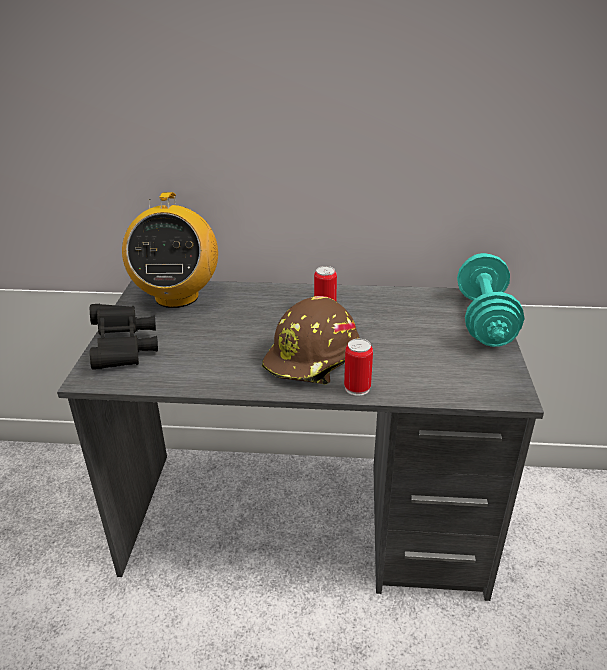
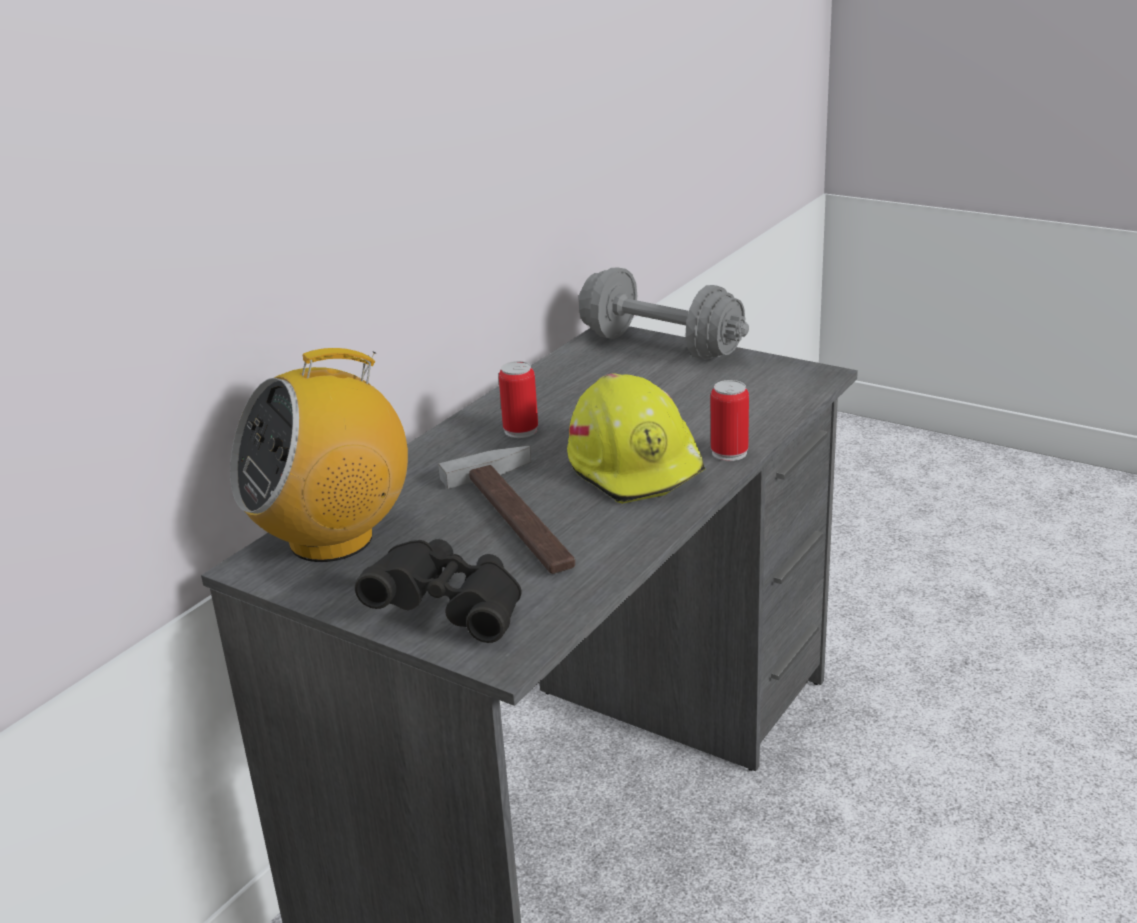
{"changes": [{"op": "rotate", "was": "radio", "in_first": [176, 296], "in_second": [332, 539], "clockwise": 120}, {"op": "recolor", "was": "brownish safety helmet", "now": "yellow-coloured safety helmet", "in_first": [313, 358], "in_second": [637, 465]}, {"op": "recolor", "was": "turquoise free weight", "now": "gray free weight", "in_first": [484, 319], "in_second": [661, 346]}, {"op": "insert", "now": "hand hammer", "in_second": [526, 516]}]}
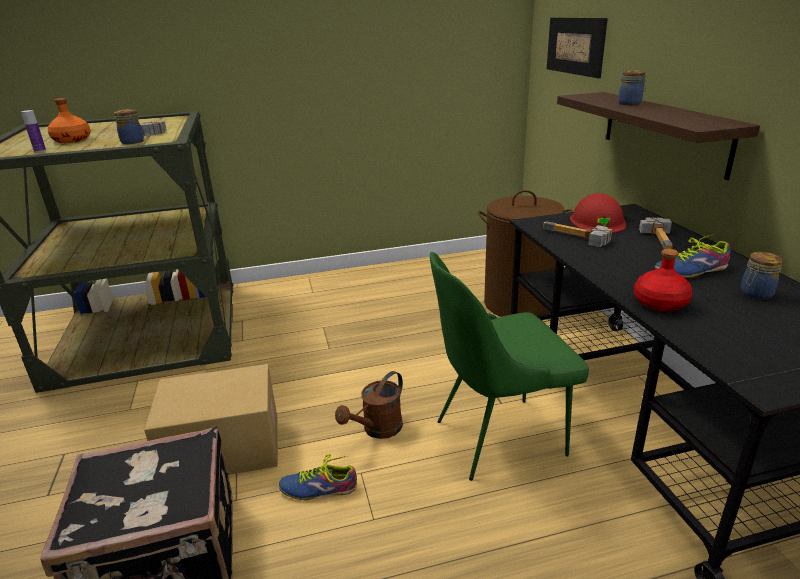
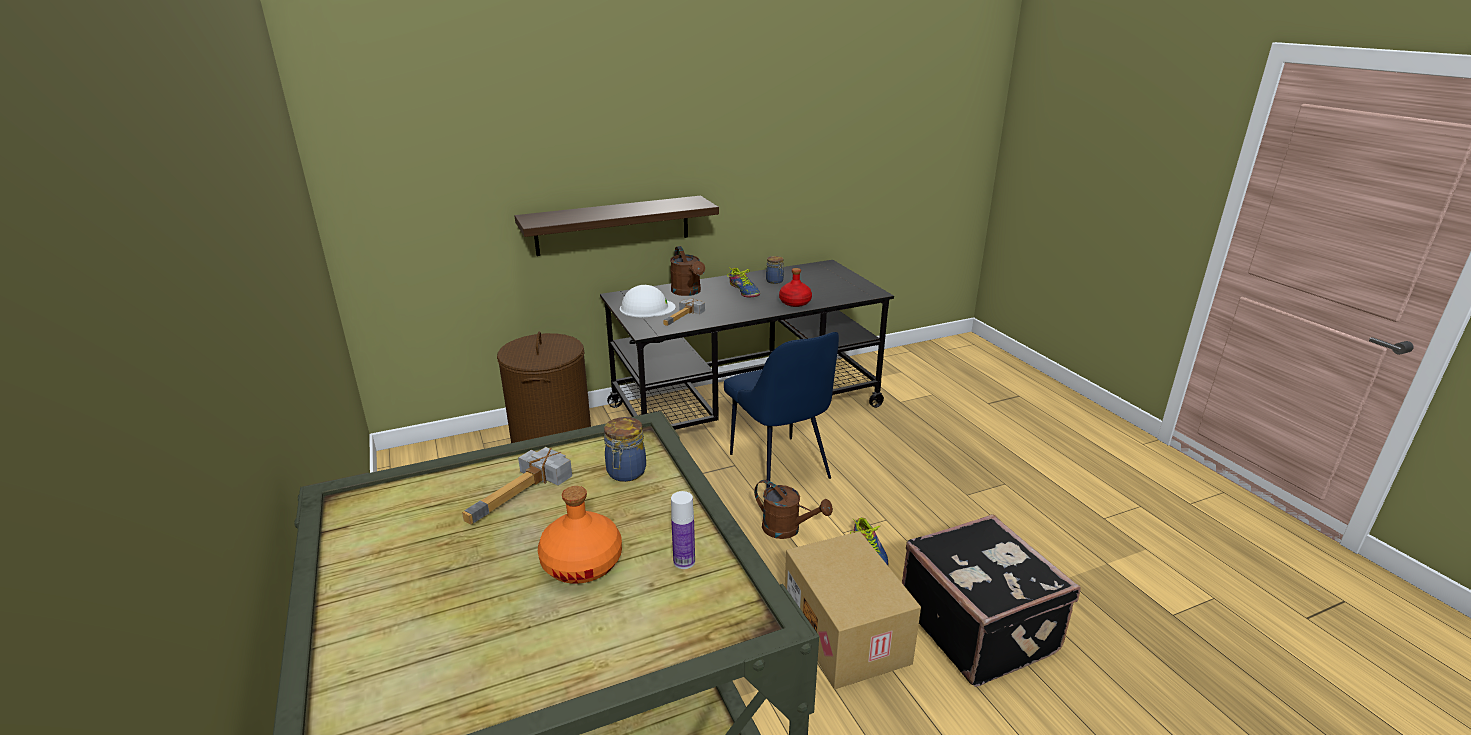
{"changes": [{"op": "recolor", "was": "greenish chair", "now": "bluish chair", "in_first": [499, 438], "in_second": [780, 466]}, {"op": "delete", "was": "wall art", "in_first": [575, 46]}, {"op": "recolor", "was": "red-coloured safety helmet", "now": "white safety helmet", "in_first": [597, 221], "in_second": [647, 308]}, {"op": "delete", "was": "preserve jar", "in_first": [630, 103]}, {"op": "replace", "was": "hand hammer", "now": "brownish sprinkling can", "in_first": [663, 239], "in_second": [688, 292]}]}
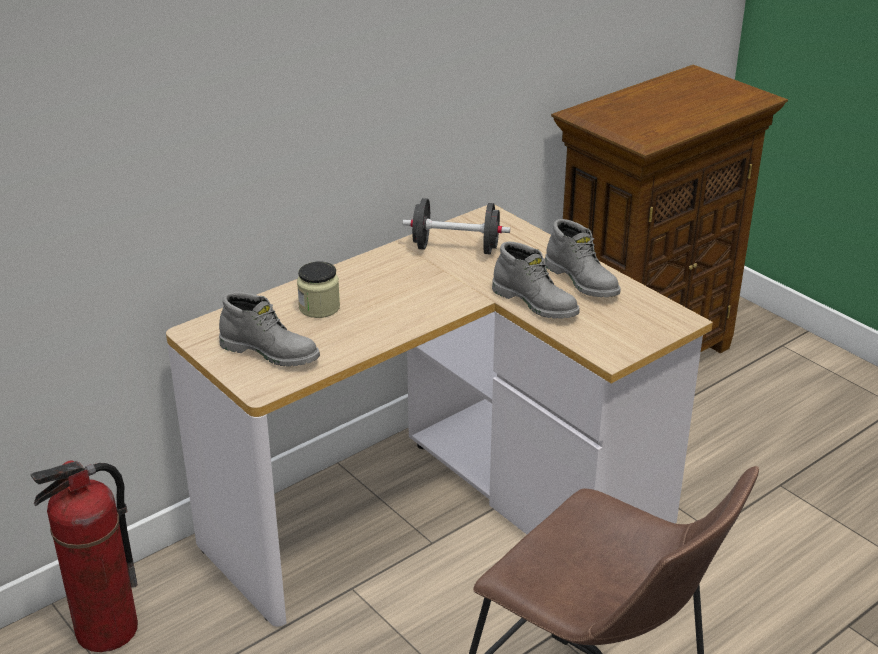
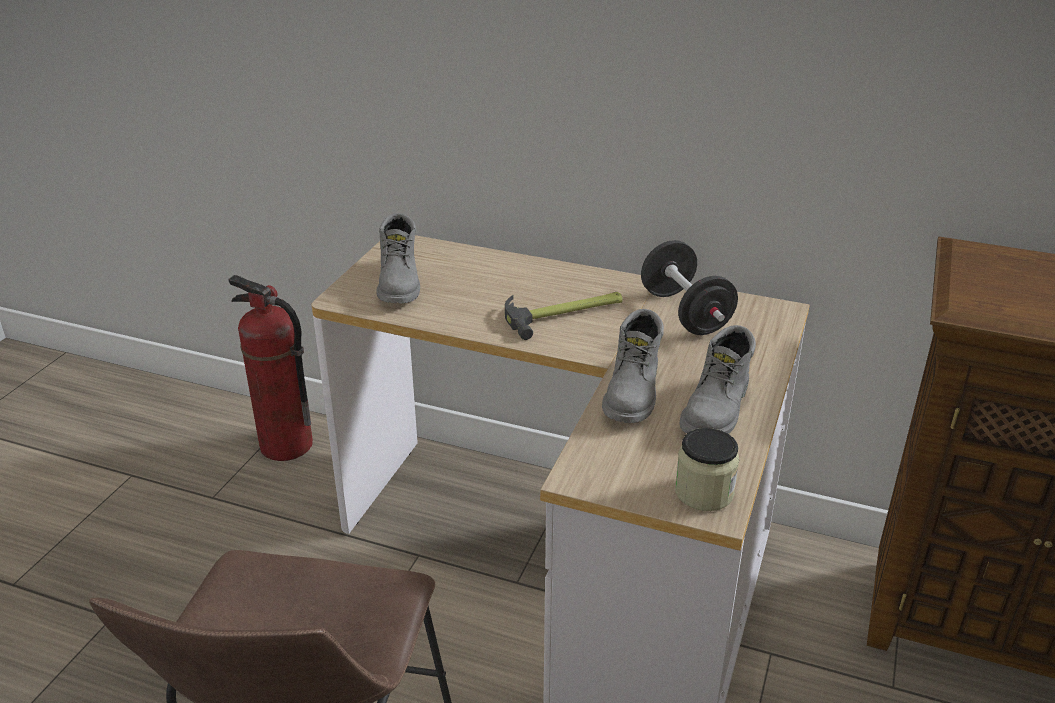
{"changes": [{"op": "move", "was": "preserve jar", "in_first": [319, 307], "in_second": [704, 492]}, {"op": "insert", "now": "hand hammer", "in_second": [565, 313]}]}
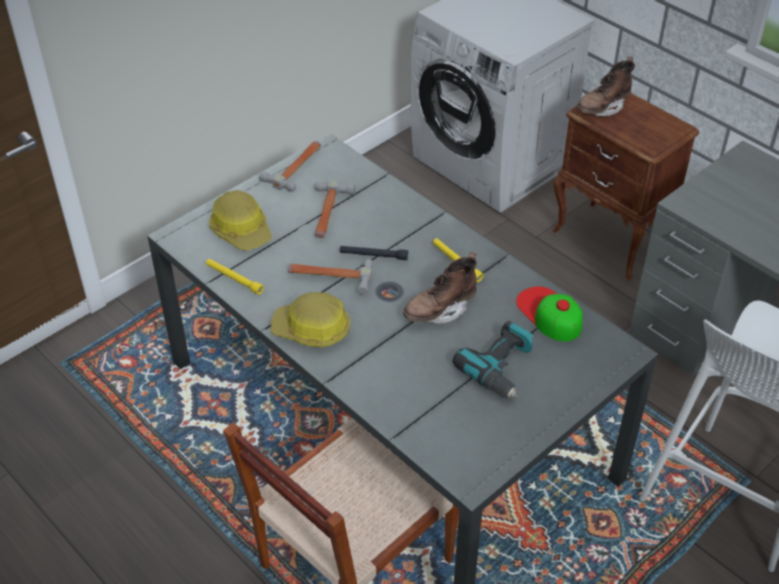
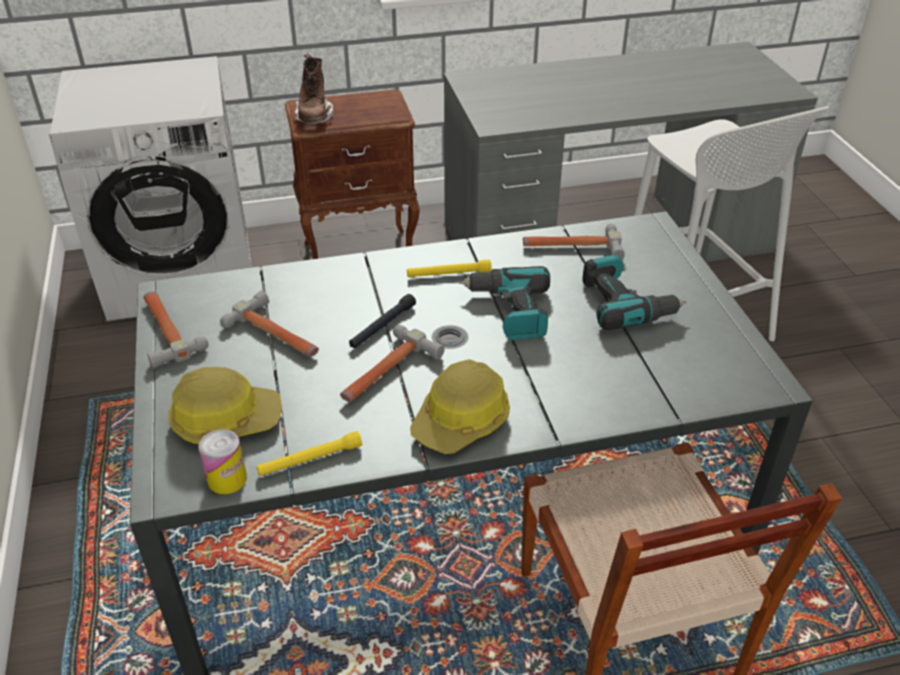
{"changes": [{"op": "replace", "was": "brownish tall boot", "now": "electric drill", "in_first": [440, 310], "in_second": [510, 311]}, {"op": "replace", "was": "peaked cap", "now": "hand hammer", "in_first": [549, 314], "in_second": [571, 247]}, {"op": "insert", "now": "sealed can", "in_second": [227, 479]}]}
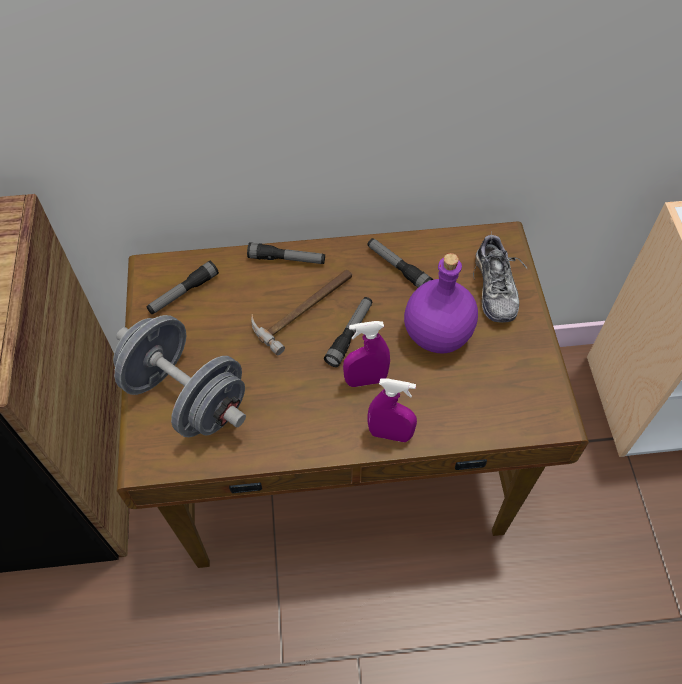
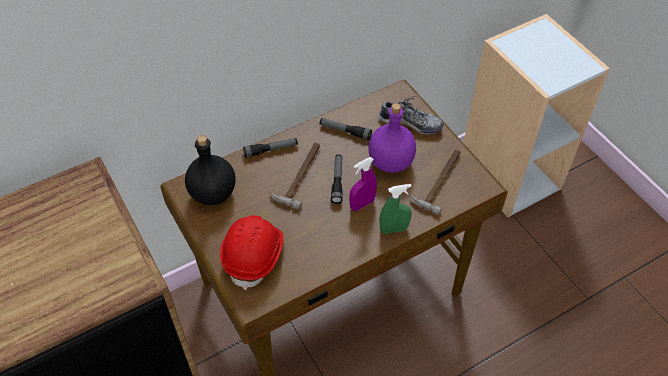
{"changes": [{"op": "replace", "was": "gray free weight", "now": "red-coloured safety helmet", "in_first": [187, 396], "in_second": [254, 255]}, {"op": "replace", "was": "torch", "now": "black drink bottle", "in_first": [183, 293], "in_second": [214, 194]}, {"op": "recolor", "was": "purple-coloured spray bottle", "now": "greenish spray bottle", "in_first": [390, 434], "in_second": [394, 229]}, {"op": "rotate", "was": "item of footwear", "in_first": [494, 288], "in_second": [410, 123], "clockwise": -45}, {"op": "insert", "now": "hand hammer", "in_second": [439, 180]}]}
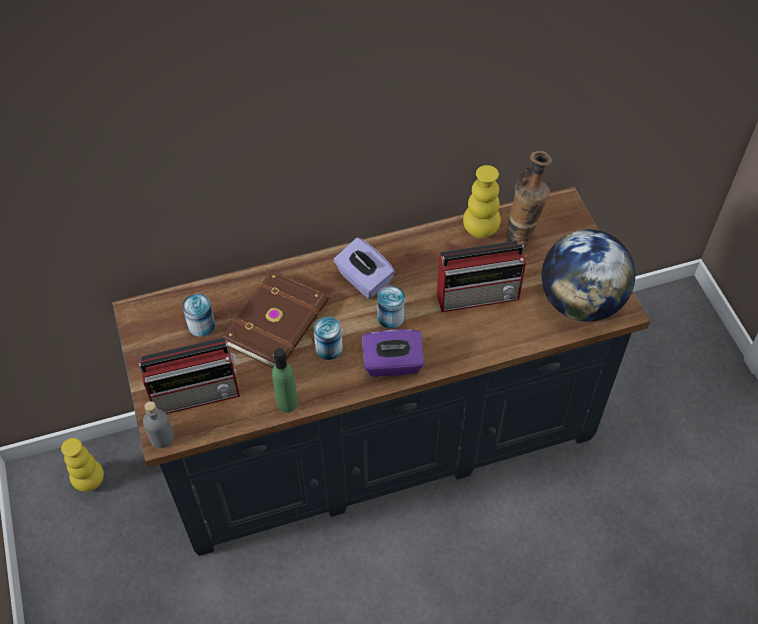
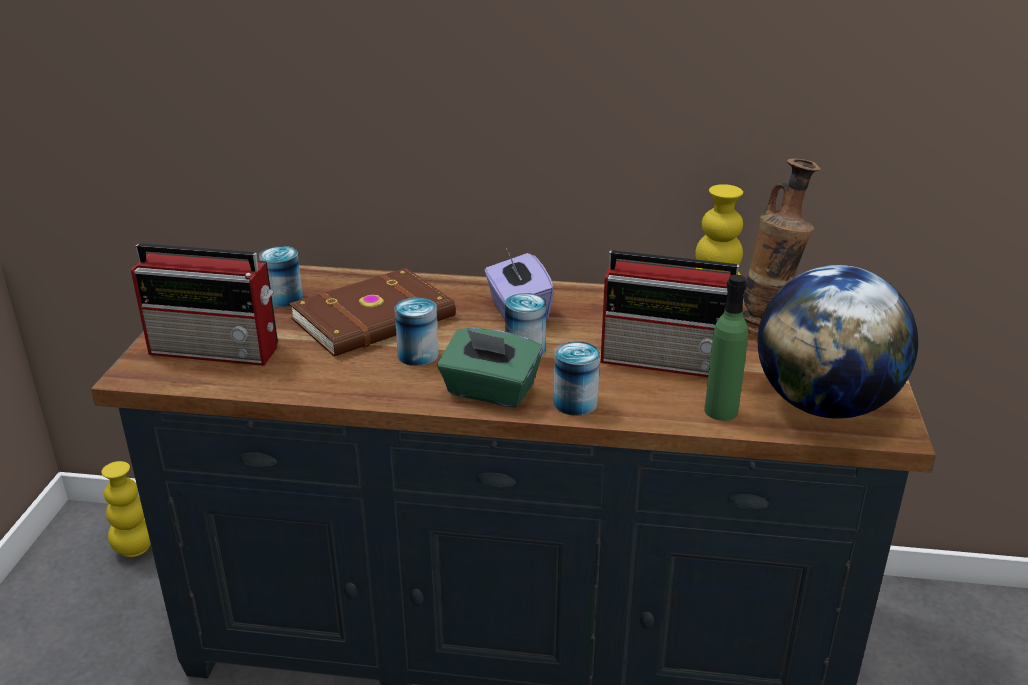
{"changes": [{"op": "delete", "was": "gray drink bottle", "in_first": [162, 437]}, {"op": "move", "was": "greenish drink bottle", "in_first": [287, 403], "in_second": [721, 411]}, {"op": "recolor", "was": "purple-coloured box of tissues", "now": "greenish box of tissues", "in_first": [392, 364], "in_second": [490, 391]}, {"op": "insert", "now": "sealed can", "in_second": [575, 403]}]}
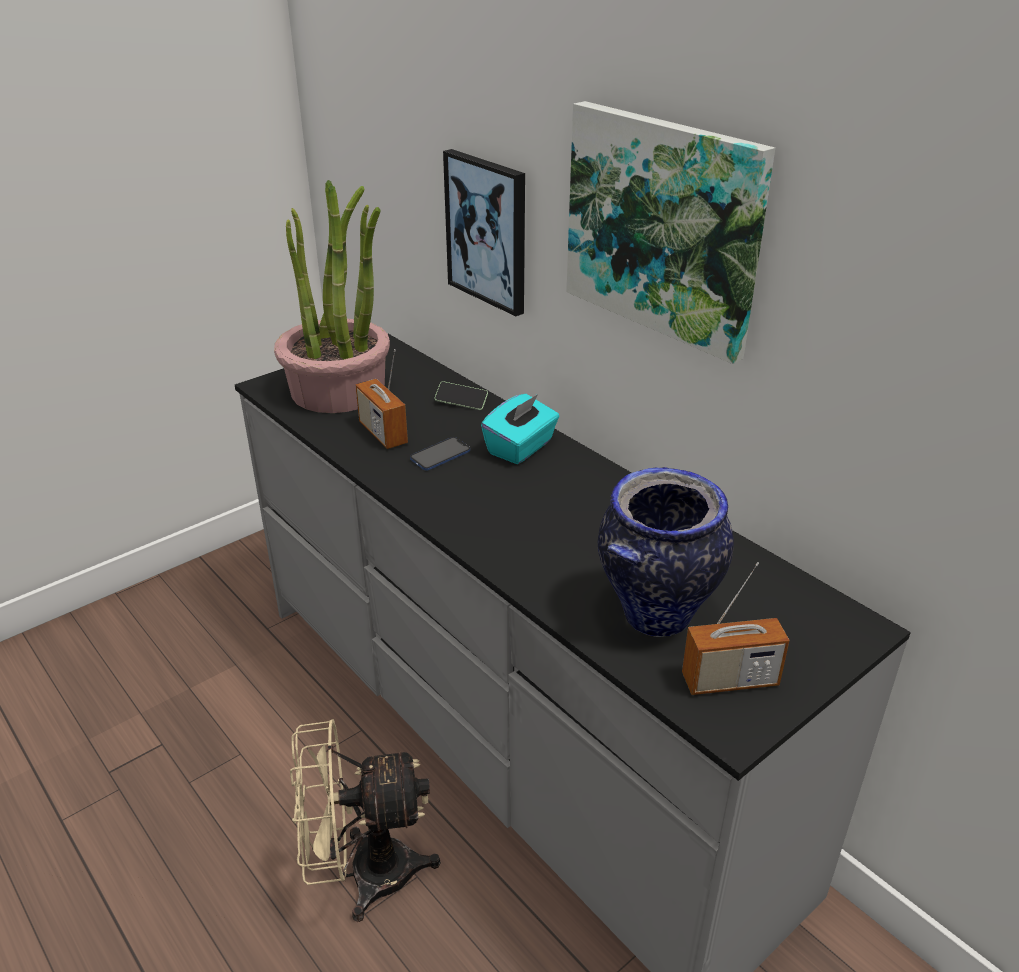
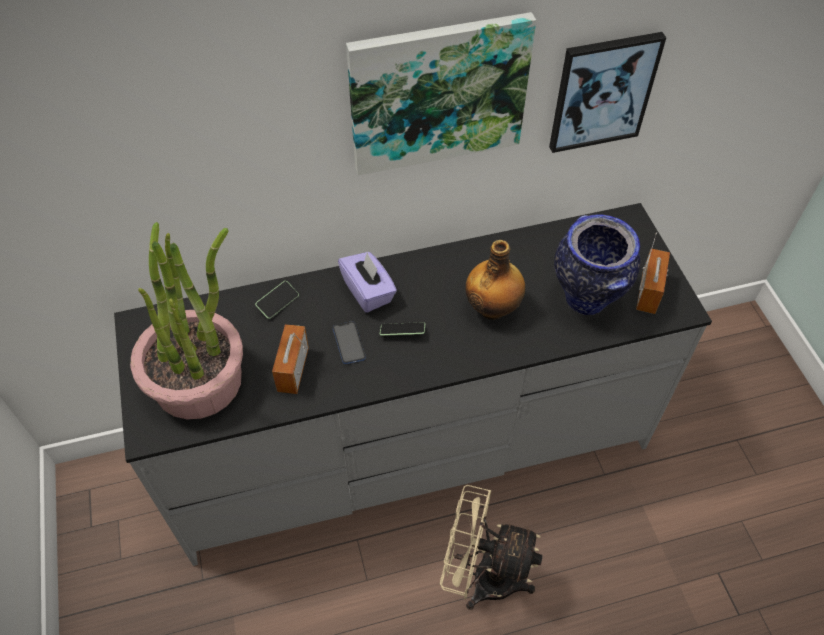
{"changes": [{"op": "rotate", "was": "beige fan", "in_first": [364, 874], "in_second": [482, 576], "clockwise": 90}, {"op": "rotate", "was": "radio", "in_first": [383, 433], "in_second": [293, 370], "clockwise": 105}, {"op": "move", "was": "wall art", "in_first": [488, 231], "in_second": [602, 92]}, {"op": "recolor", "was": "turquoise box of tissues", "now": "purple-coloured box of tissues", "in_first": [521, 448], "in_second": [368, 292]}, {"op": "insert", "now": "phone", "in_second": [402, 332]}, {"op": "insert", "now": "drink bottle", "in_second": [493, 308]}]}
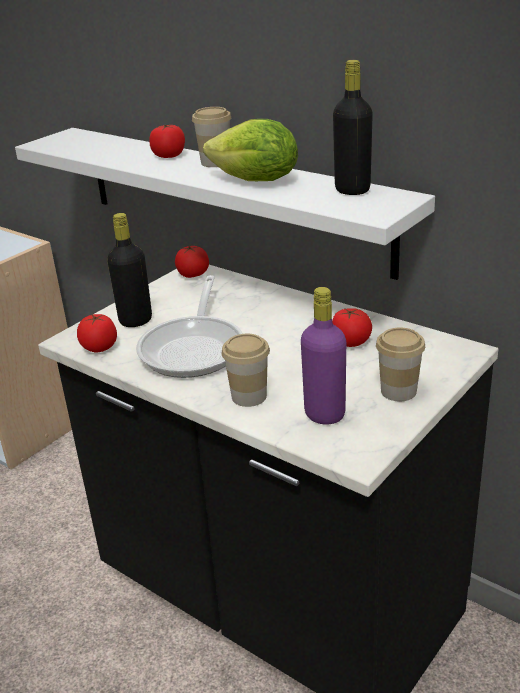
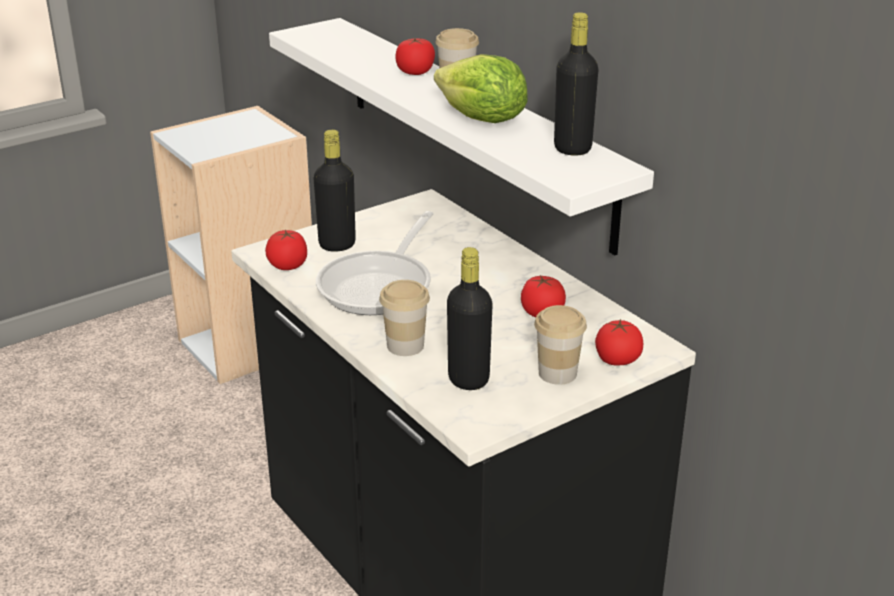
{"changes": [{"op": "move", "was": "whole tomato", "in_first": [193, 274], "in_second": [617, 360]}, {"op": "recolor", "was": "purple-coloured drink bottle", "now": "black drink bottle", "in_first": [324, 414], "in_second": [468, 379]}]}
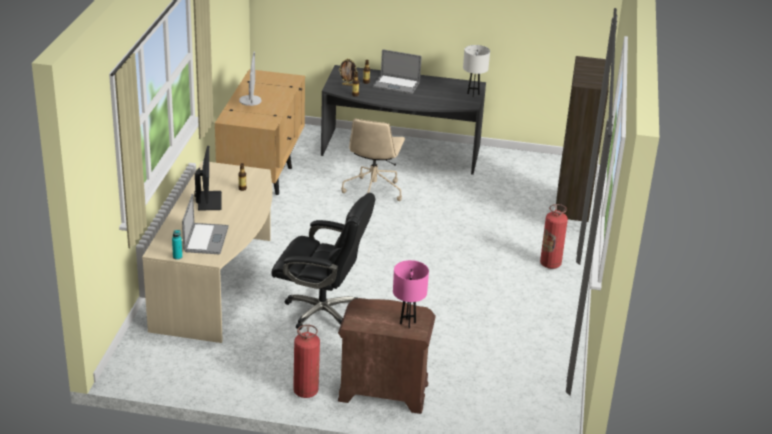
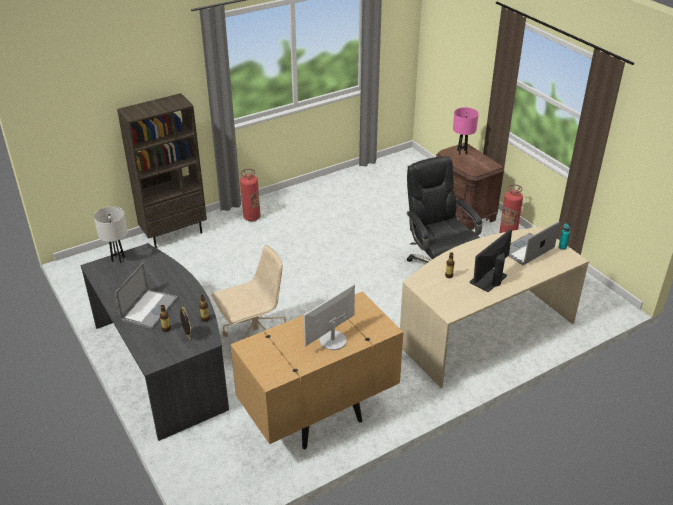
{"changes": [{"op": "rotate", "was": "portable computer", "in_first": [396, 84], "in_second": [149, 309], "clockwise": 45}]}
